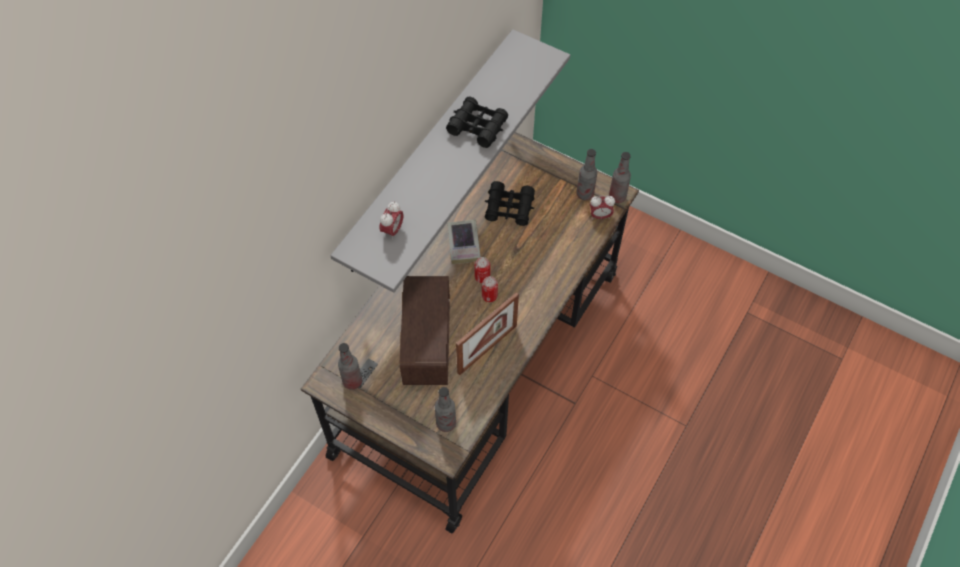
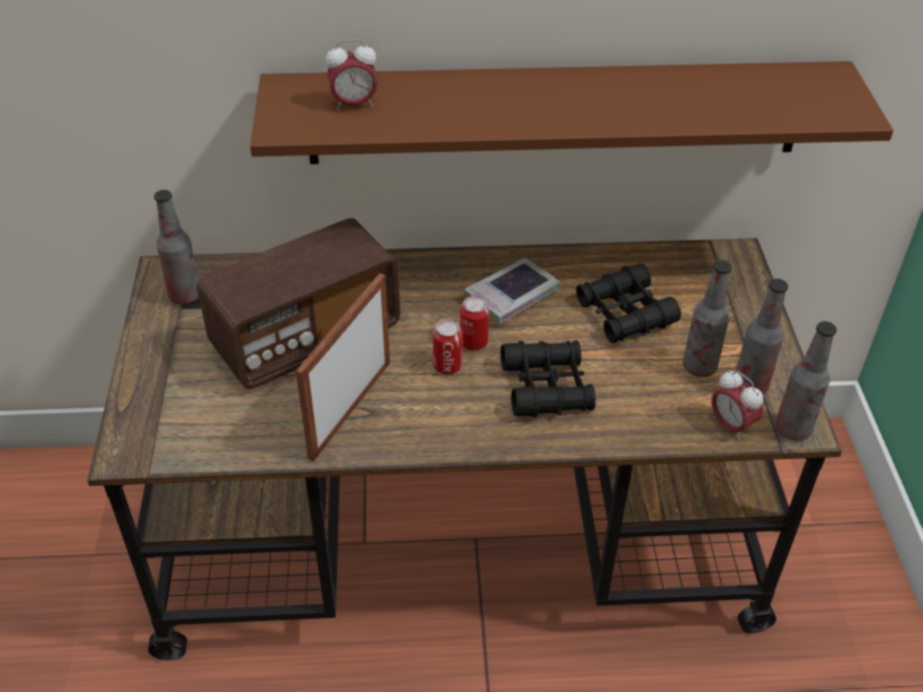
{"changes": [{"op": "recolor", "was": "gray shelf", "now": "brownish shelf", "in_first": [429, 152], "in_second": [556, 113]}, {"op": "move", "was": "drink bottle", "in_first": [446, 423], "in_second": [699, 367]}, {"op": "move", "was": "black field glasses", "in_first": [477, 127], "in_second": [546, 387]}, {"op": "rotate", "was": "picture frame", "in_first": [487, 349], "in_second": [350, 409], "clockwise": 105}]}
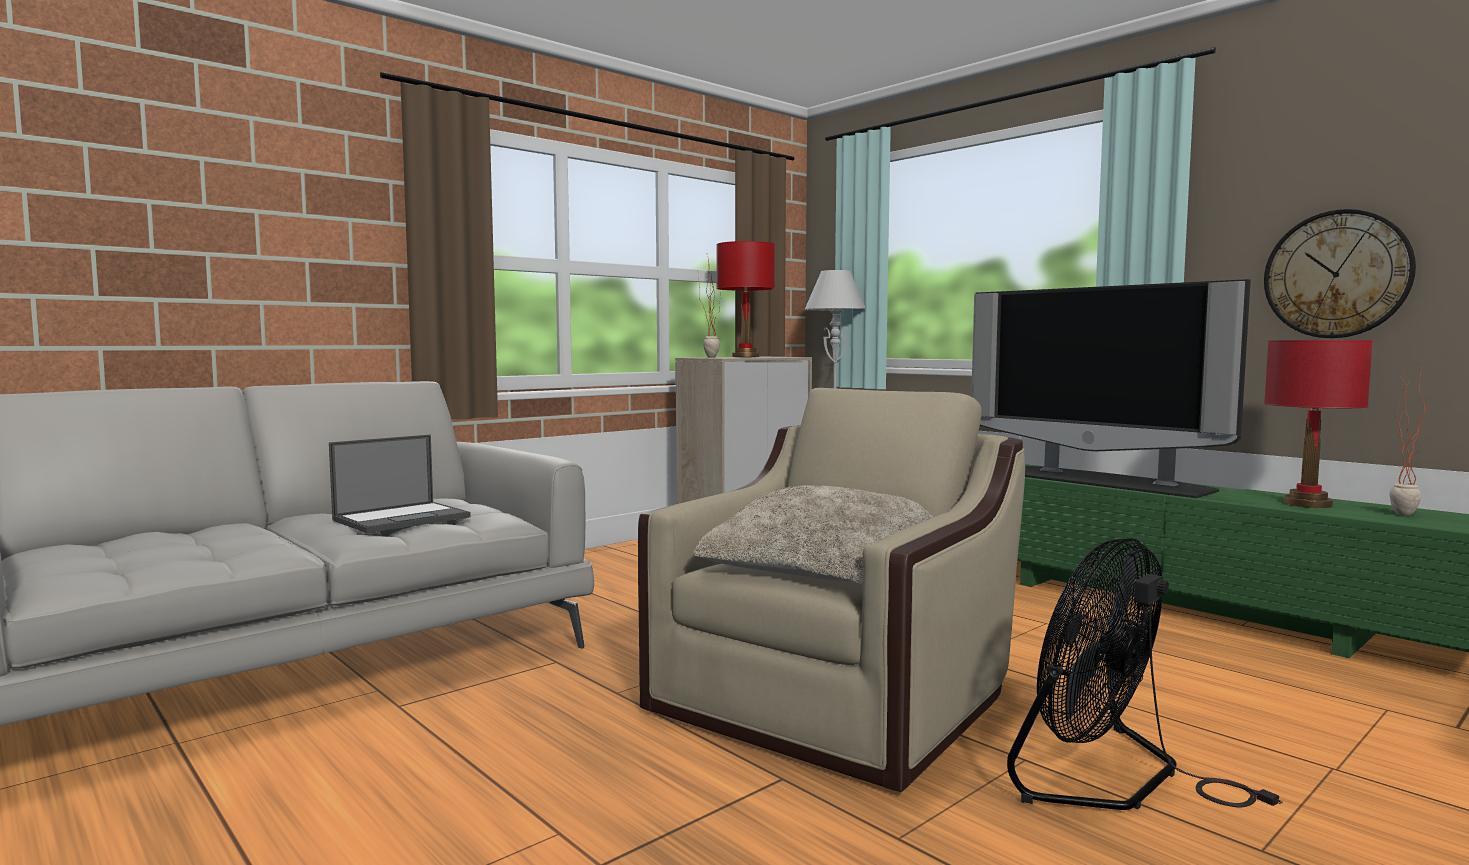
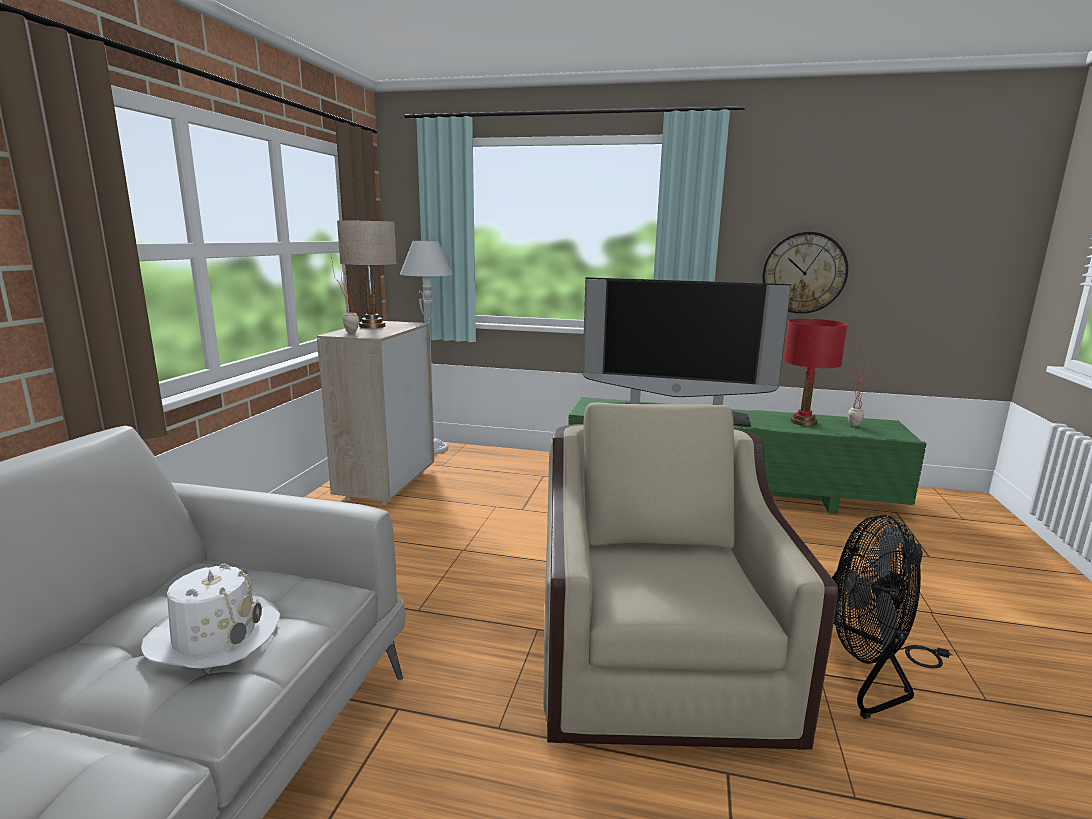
{"changes": [{"op": "replace", "was": "portable computer", "now": "white wearable hat", "in_first": [403, 518], "in_second": [214, 634]}, {"op": "delete", "was": "beige pillow", "in_first": [815, 566]}, {"op": "recolor", "was": "red-coloured tabletop lamp", "now": "beige tabletop lamp", "in_first": [745, 356], "in_second": [372, 326]}]}
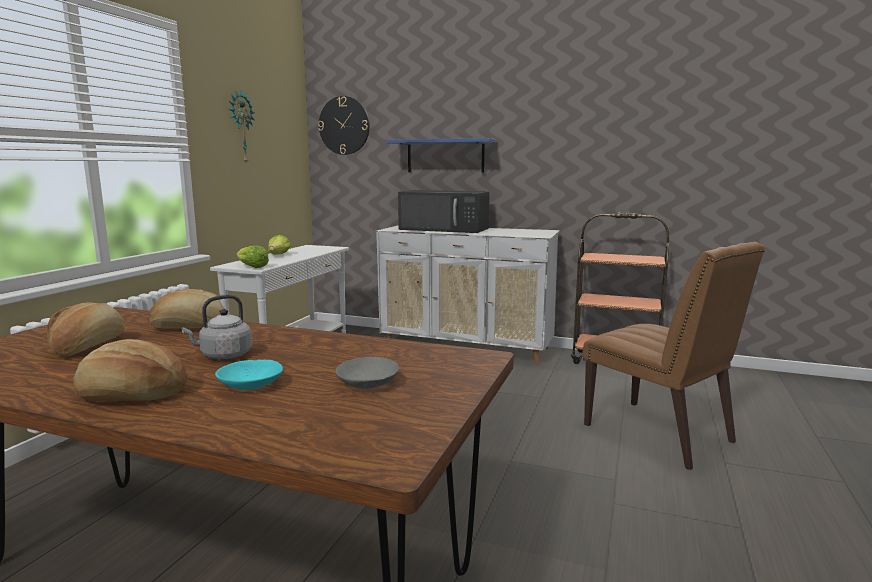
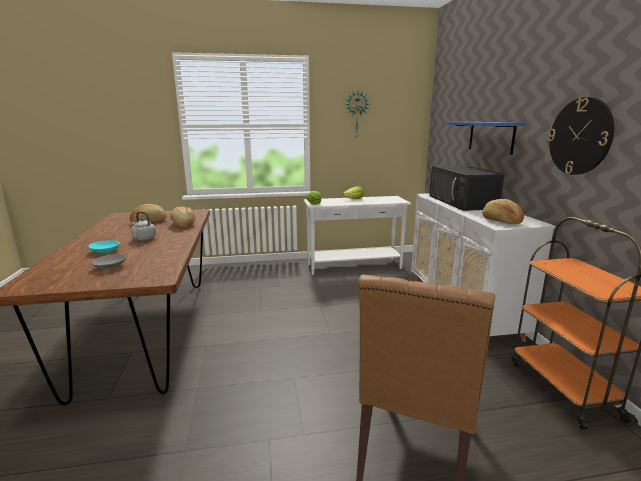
{"changes": [{"op": "move", "was": "bakery bread", "in_first": [132, 395], "in_second": [501, 221]}, {"op": "move", "was": "hanging clock", "in_first": [344, 125], "in_second": [580, 136]}]}
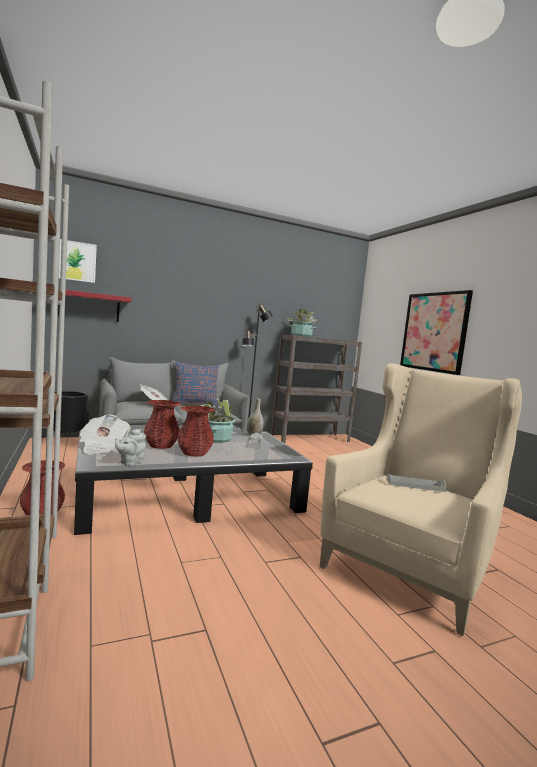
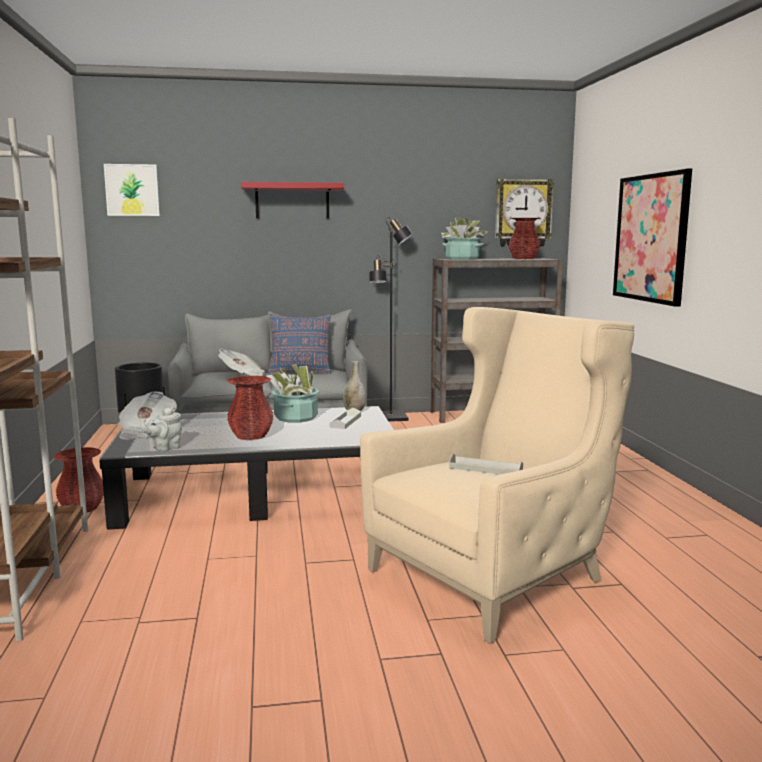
{"changes": [{"op": "move", "was": "red-coloured shelf", "in_first": [89, 306], "in_second": [292, 201]}, {"op": "move", "was": "red-coloured flower vase", "in_first": [161, 446], "in_second": [523, 259]}, {"op": "insert", "now": "hanging clock", "in_second": [522, 213]}]}
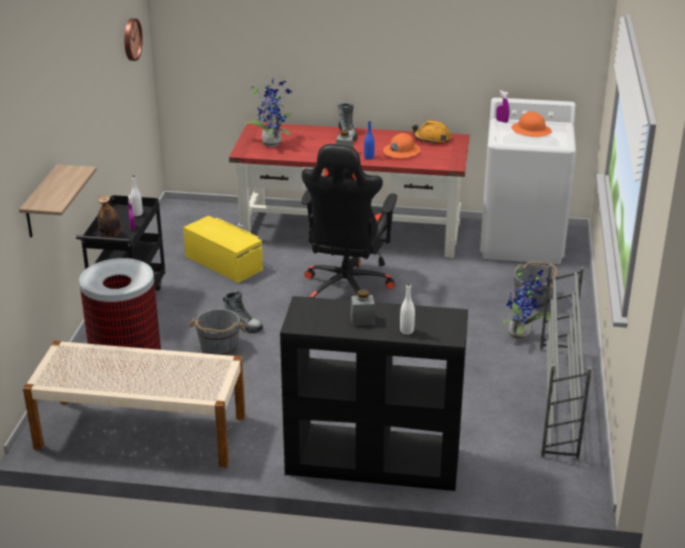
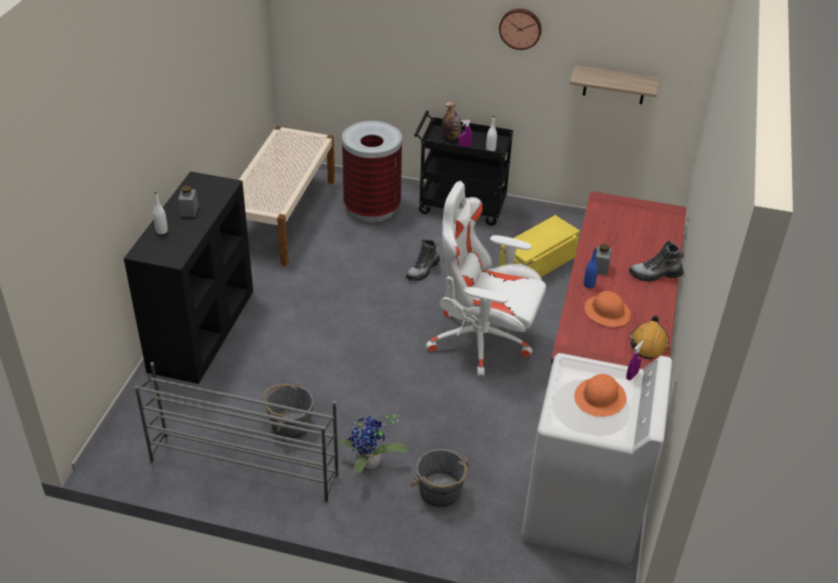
{"changes": [{"op": "move", "was": "shelf", "in_first": [41, 203], "in_second": [614, 85]}, {"op": "move", "was": "hanging clock", "in_first": [131, 39], "in_second": [520, 28]}, {"op": "move", "was": "gray water bucket", "in_first": [219, 348], "in_second": [290, 424]}, {"op": "delete", "was": "potted plant", "in_first": [272, 142]}, {"op": "recolor", "was": "black office chair", "now": "white office chair", "in_first": [348, 286], "in_second": [485, 344]}]}
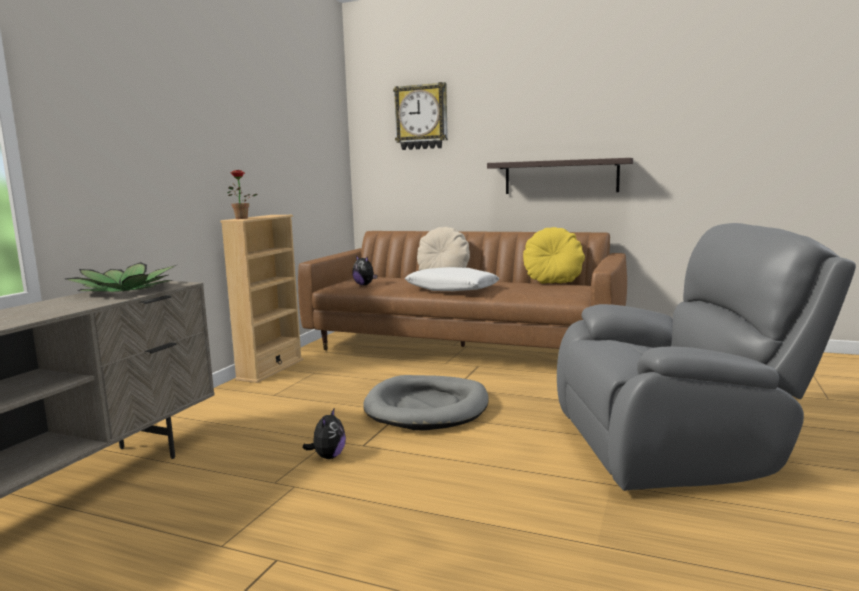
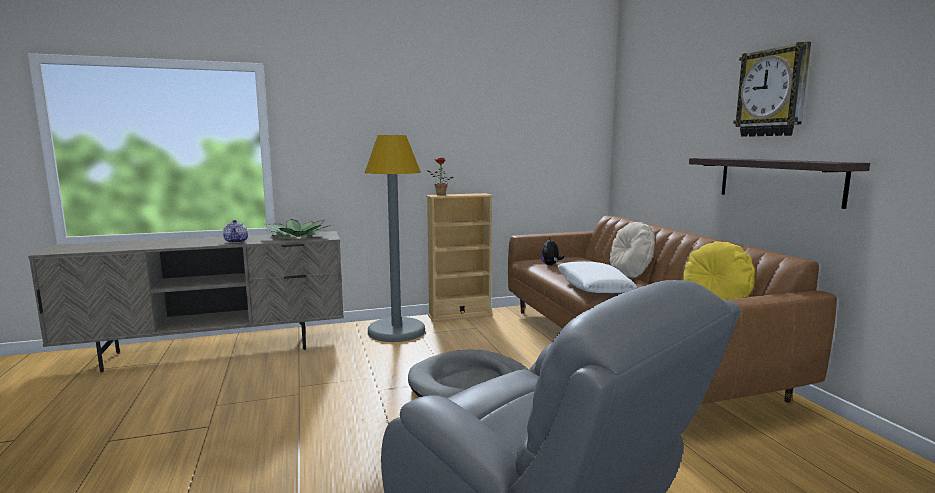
{"changes": [{"op": "delete", "was": "soft toy", "in_first": [328, 457]}, {"op": "move", "was": "hanging clock", "in_first": [421, 117], "in_second": [772, 93]}, {"op": "insert", "now": "tea pot", "in_second": [236, 241]}, {"op": "insert", "now": "gray standard lamp", "in_second": [396, 331]}]}
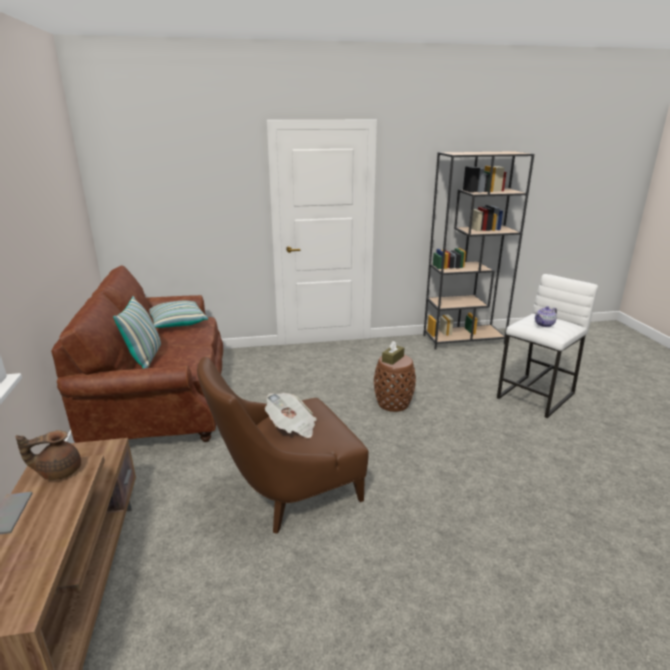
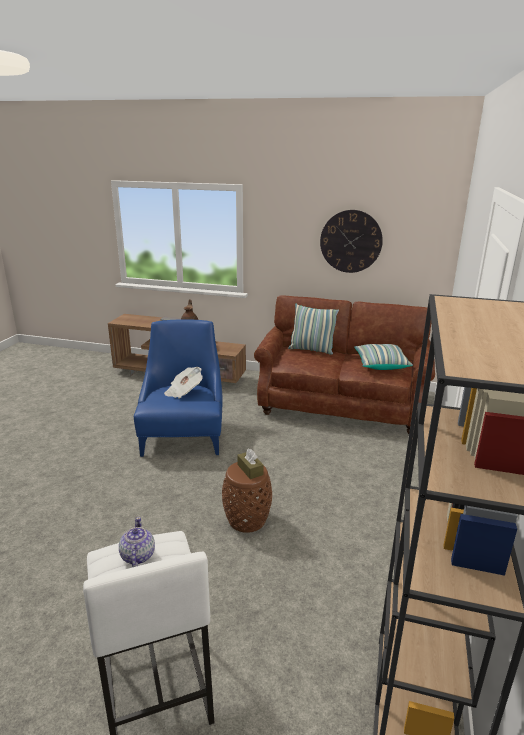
{"changes": [{"op": "recolor", "was": "brownish easy chair", "now": "bluish easy chair", "in_first": [286, 489], "in_second": [184, 432]}, {"op": "insert", "now": "hanging clock", "in_second": [351, 241]}]}
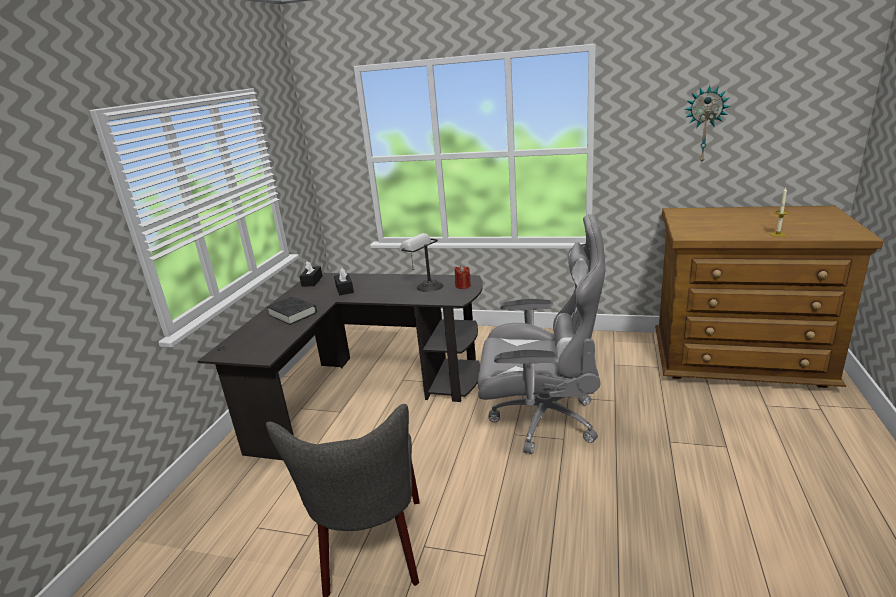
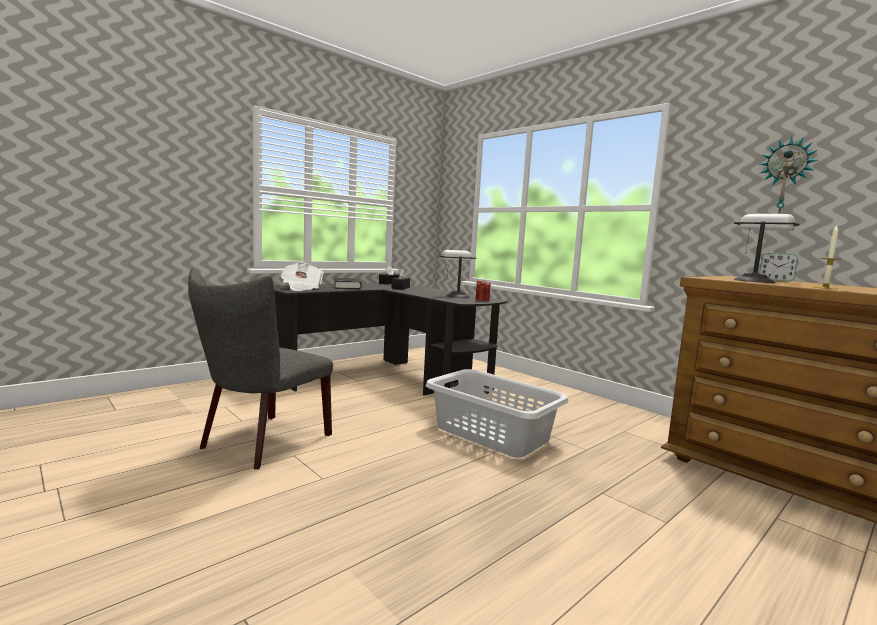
{"changes": [{"op": "replace", "was": "gray office chair", "now": "gray laundry basket", "in_first": [538, 421], "in_second": [491, 434]}, {"op": "insert", "now": "newspaper", "in_second": [301, 288]}, {"op": "insert", "now": "tabletop lamp", "in_second": [754, 281]}, {"op": "insert", "now": "bedside clock", "in_second": [776, 280]}]}
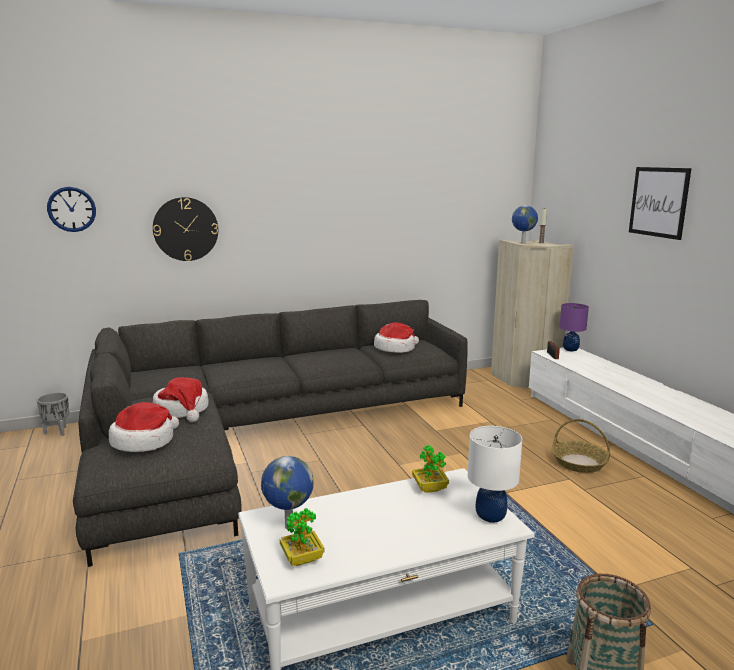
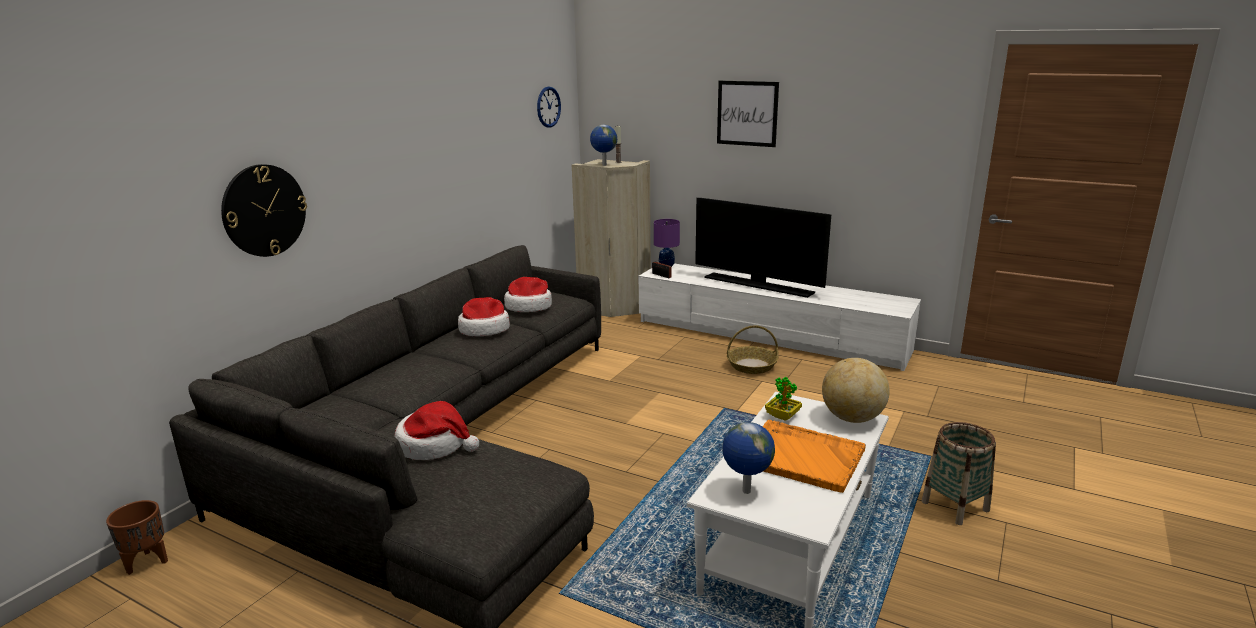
{"changes": [{"op": "recolor", "was": "gray planter", "now": "brownish planter", "in_first": [57, 432], "in_second": [147, 562]}, {"op": "move", "was": "hanging clock", "in_first": [71, 209], "in_second": [548, 107]}, {"op": "move", "was": "wearable hat", "in_first": [144, 441], "in_second": [484, 329]}, {"op": "delete", "was": "potted plant", "in_first": [302, 559]}, {"op": "replace", "was": "white tabletop lamp", "now": "world globe", "in_first": [490, 518], "in_second": [852, 418]}, {"op": "insert", "now": "TV set", "in_second": [759, 285]}, {"op": "insert", "now": "orangey tray", "in_second": [801, 457]}]}
